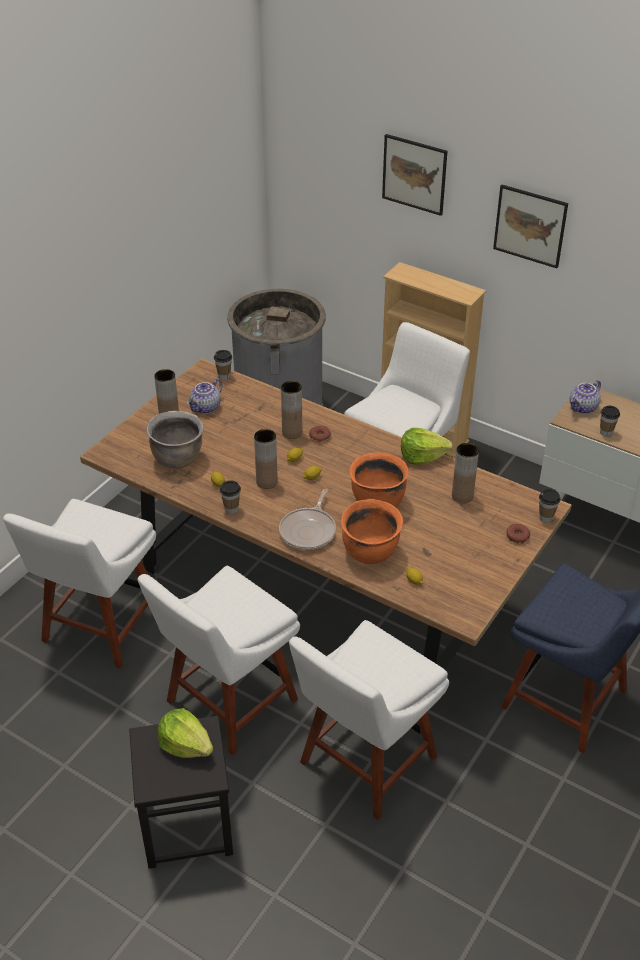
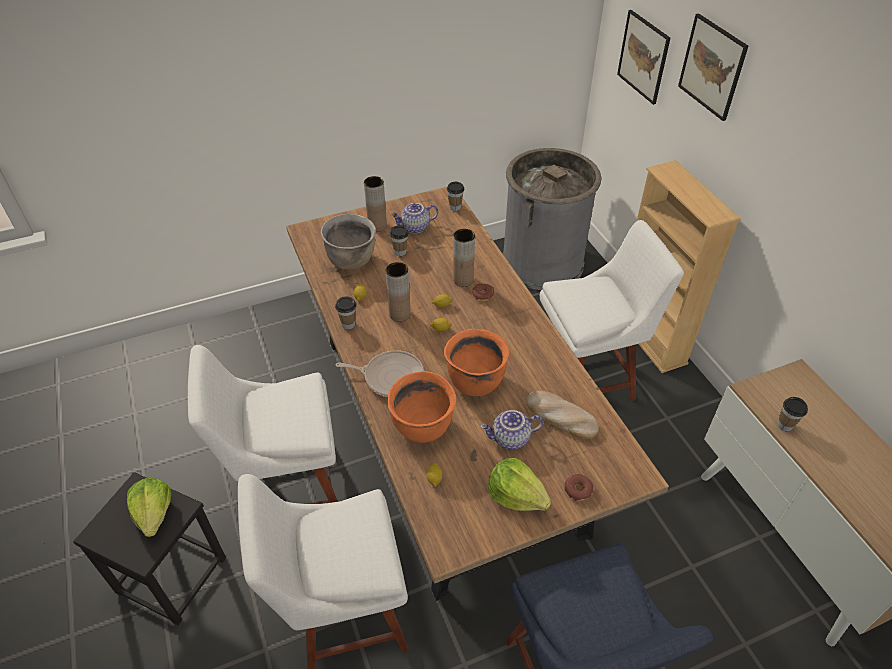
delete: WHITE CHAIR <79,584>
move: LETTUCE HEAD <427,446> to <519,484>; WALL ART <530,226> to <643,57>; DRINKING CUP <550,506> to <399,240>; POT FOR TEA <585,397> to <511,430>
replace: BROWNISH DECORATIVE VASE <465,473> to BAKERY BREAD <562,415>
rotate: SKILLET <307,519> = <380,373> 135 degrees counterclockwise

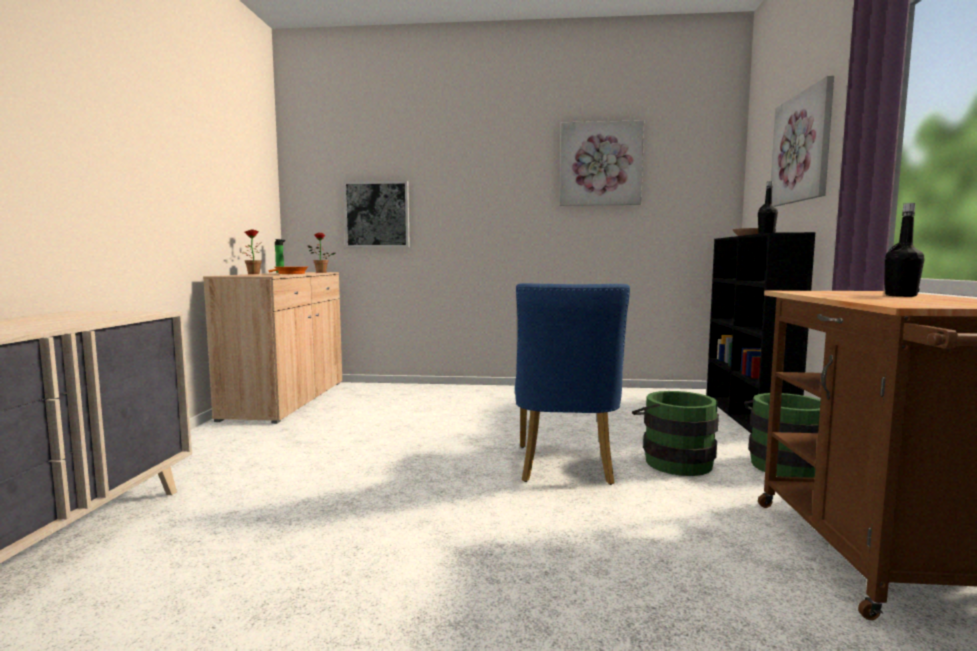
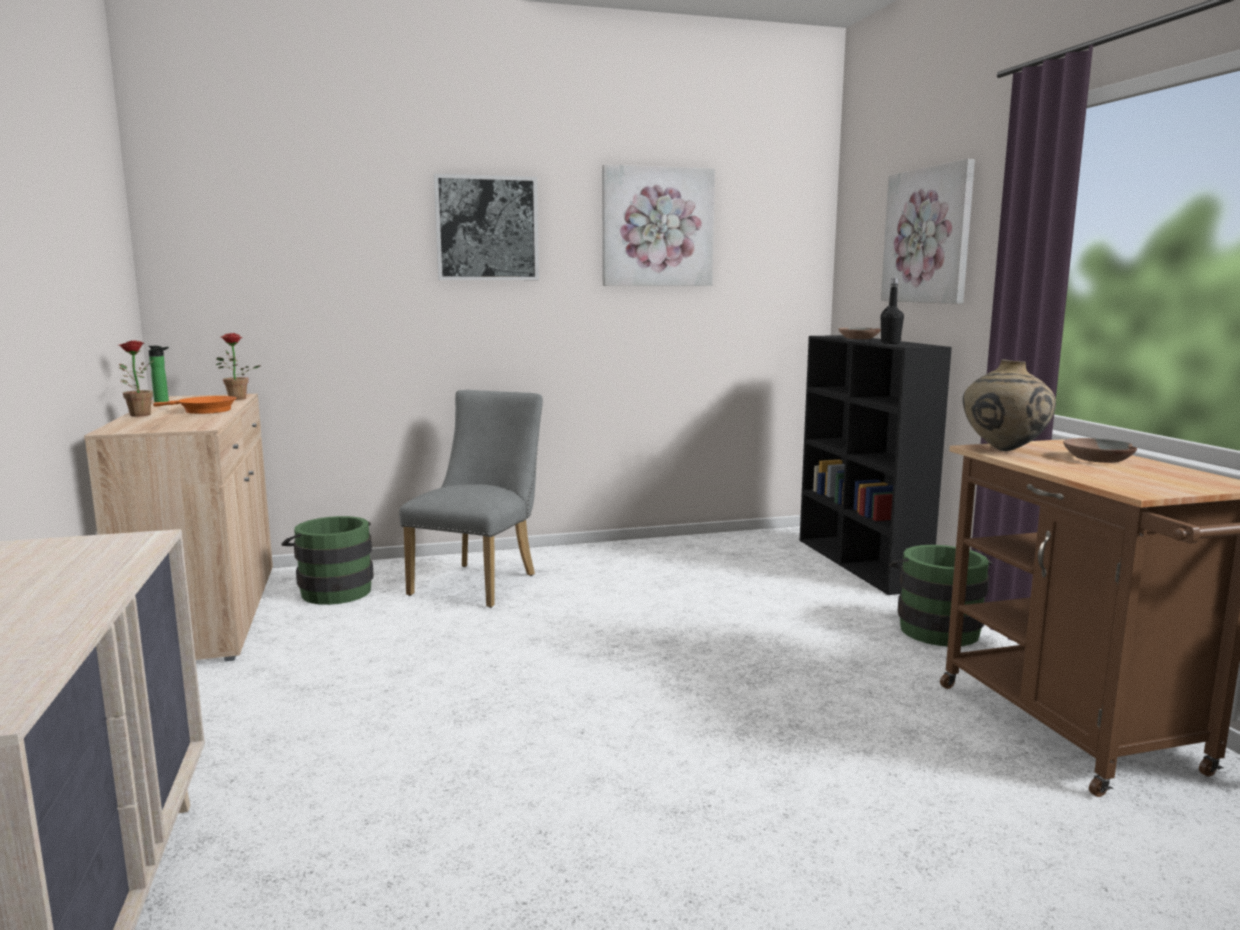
delete: BLUE CHAIR <572,384>
insert: GREY CHAIR <471,499>; SAND-COLOURED DECORATIVE VASE <1009,405>
move: WALL ART <376,214> to <486,227>; GREENISH PAIL <675,433> to <327,560>
replace: BLACKISH DRINK BOTTLE <905,250> to BROWNISH SERVING BOWL <1100,450>

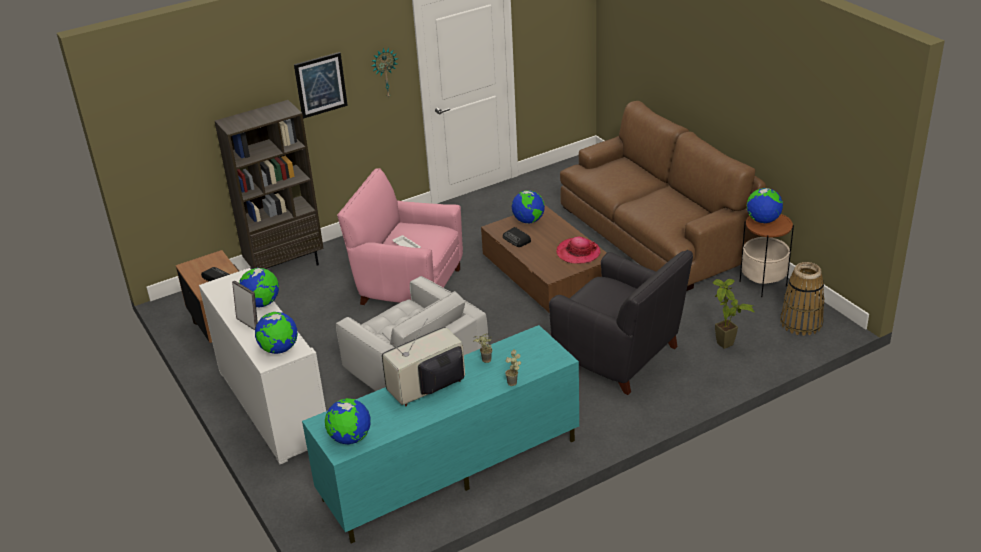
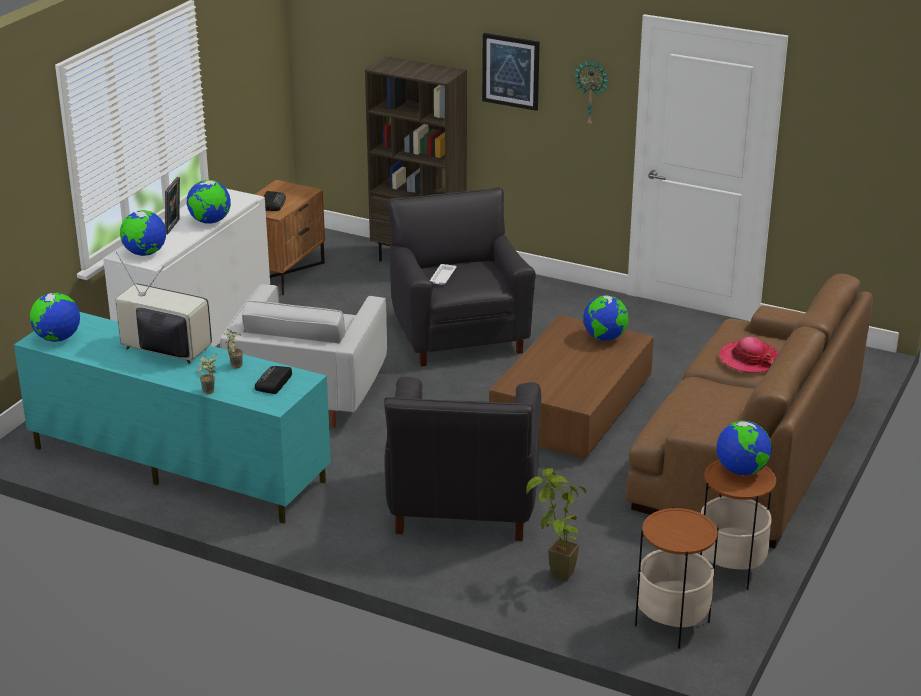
move: RADIO SET <517,237> to <273,380>; HAT <578,250> to <749,355>
replace: HOUSEHOLD BASKET <802,299> to ACCENT TABLE <677,578>
recolor: PINK EASY CHAIR <400,236> to BLACKISH EASY CHAIR <462,276>

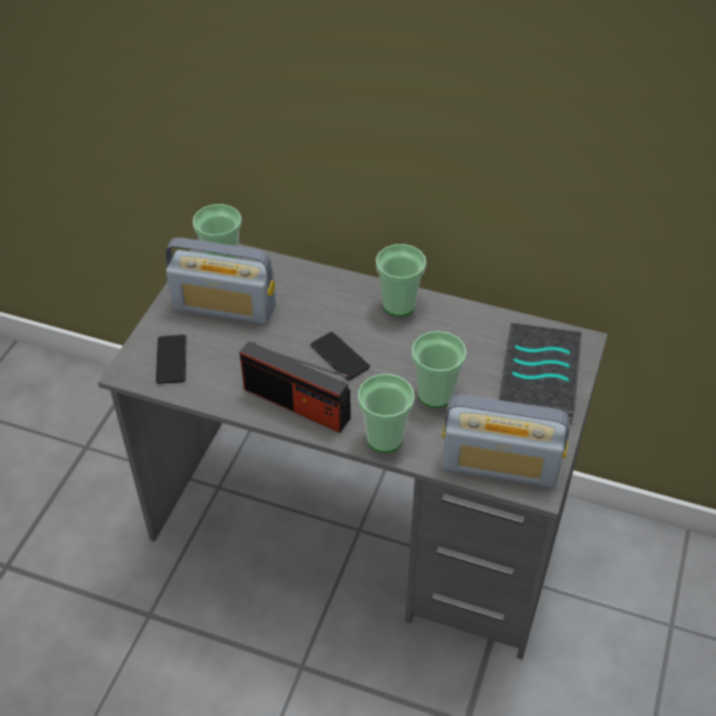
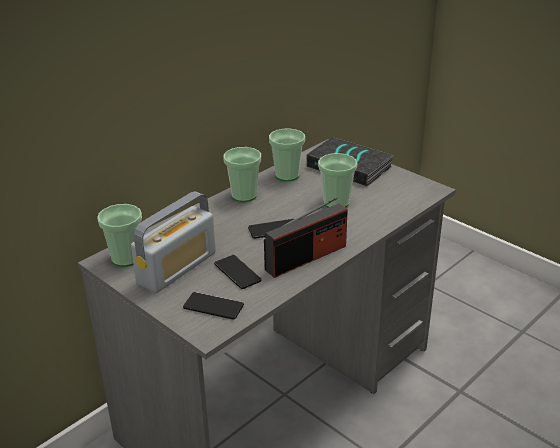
delete: RADIO SET <506,441>
insert: HANDSET <238,272>
move: DRINKING CUP <386,413> to <287,154>

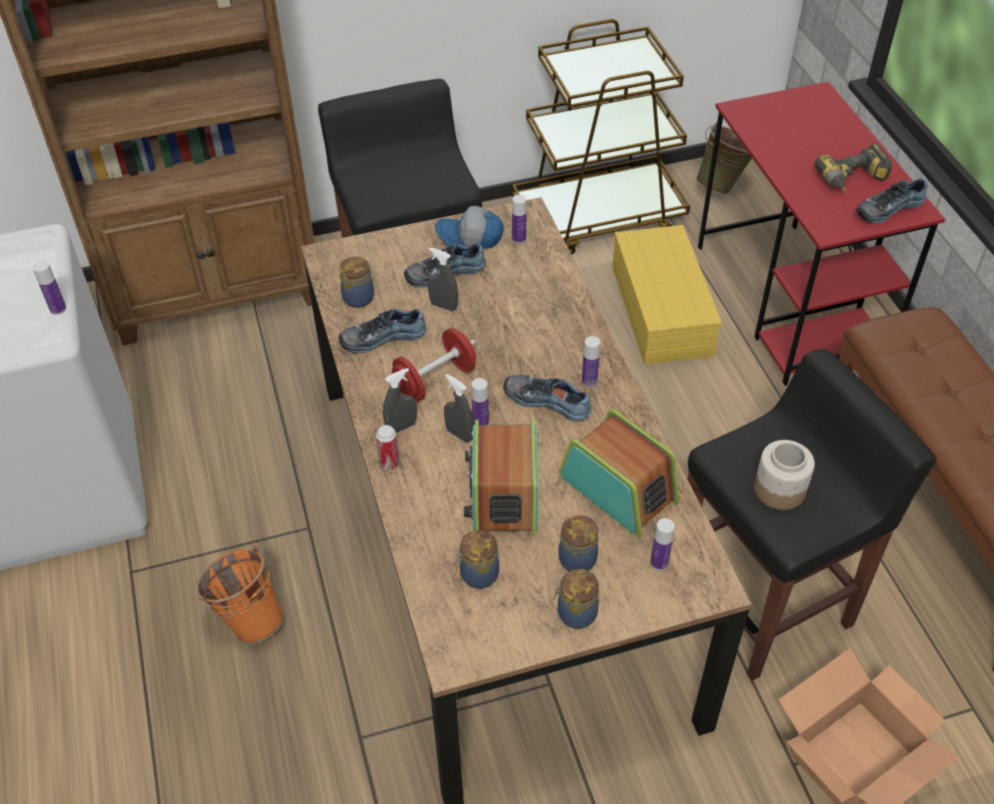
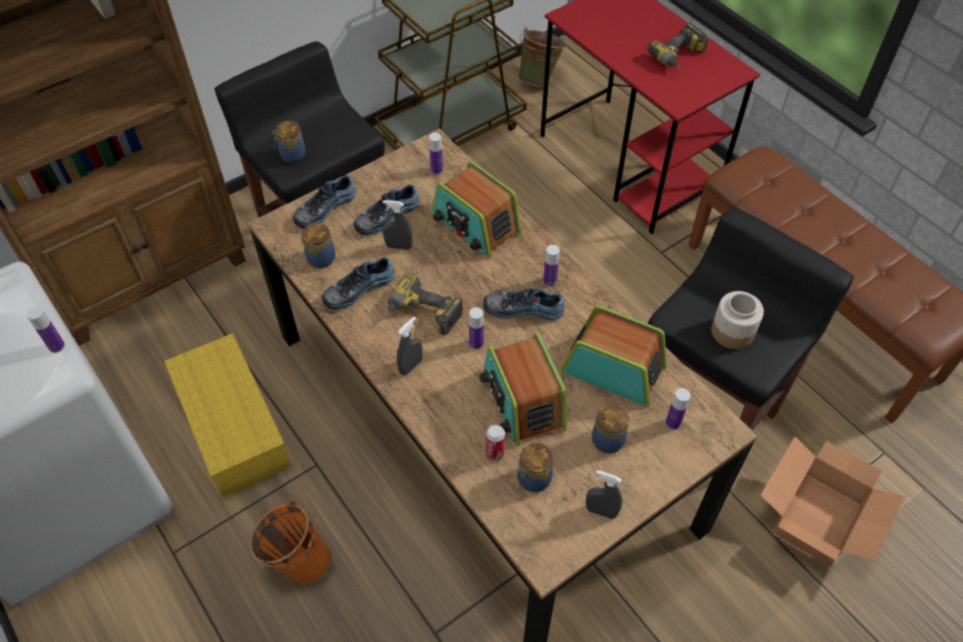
delete: PEAKED CAP <469,227>
insert: RADIO SET <477,209>
move: SEALED CAN <387,447> to <495,443>; GREY SPRAY BOTTLE <459,408> to <604,494>; JAR <576,599> to <289,142>; YELLOW-COLOURED STORAGE BOX <667,295> to <227,415>; SHOE <892,200> to <324,201>
replace: RED-COLOURED HAND WEIGHT <434,365> to POWER DRILL <423,304>

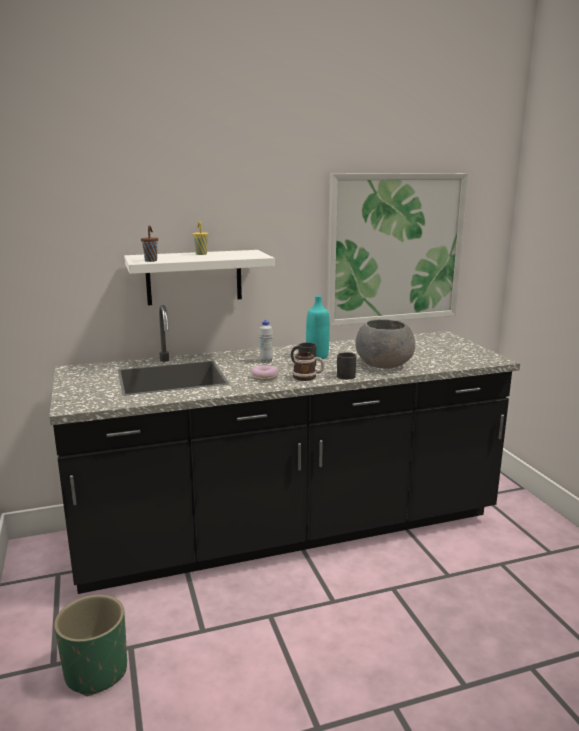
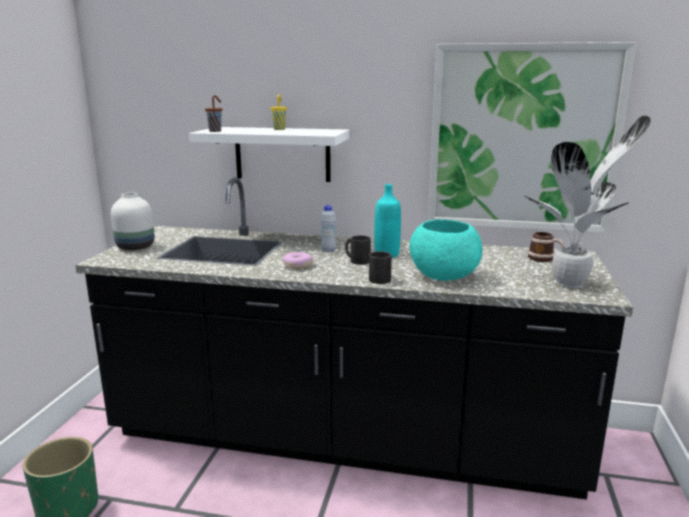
insert: WHITE DECORATIVE VASE <133,221>; POTTED PLANT <587,202>
move: MUG <308,366> to <546,247>
recolor: GREY SERVING BOWL <385,344> to TURQUOISE SERVING BOWL <446,250>

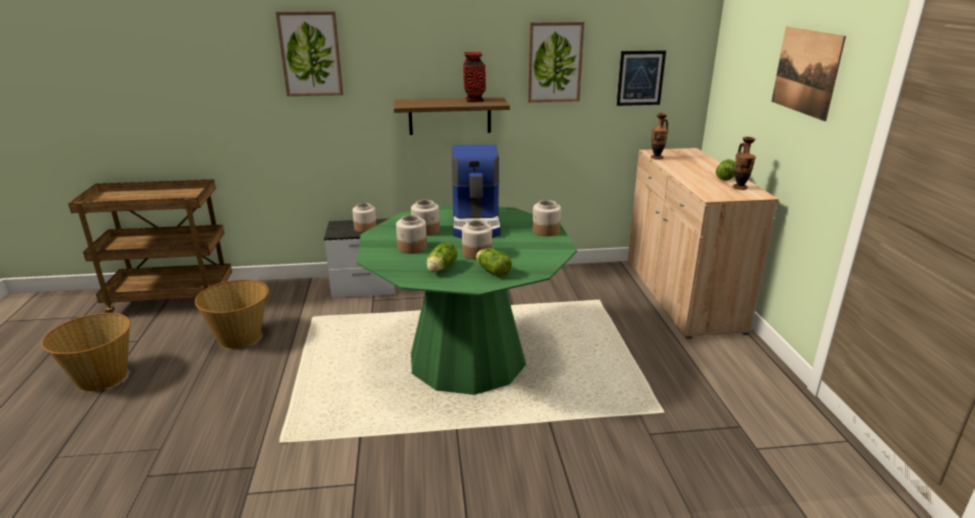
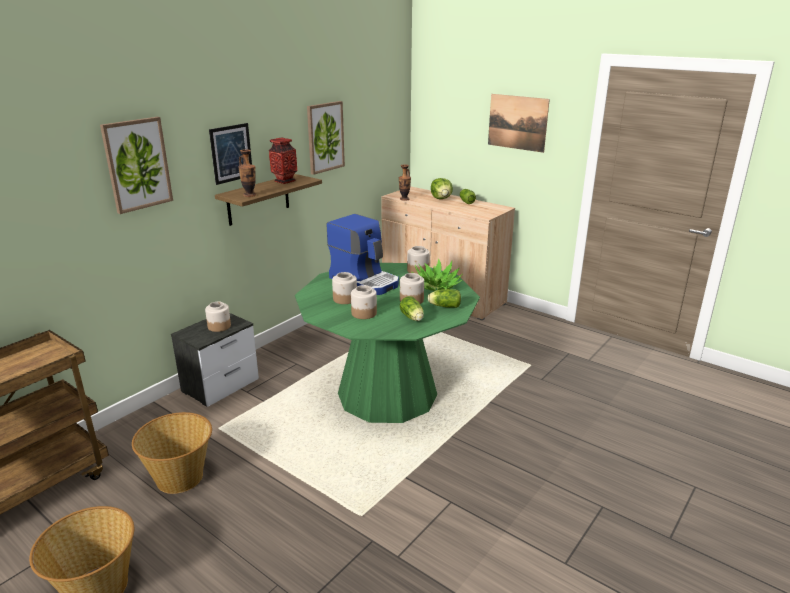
insert: POTTED PLANT <436,275>; LETTUCE HEAD <442,188>
move: WALL ART <641,78> to <230,154>; DECORATIVE VASE <744,163> to <247,173>

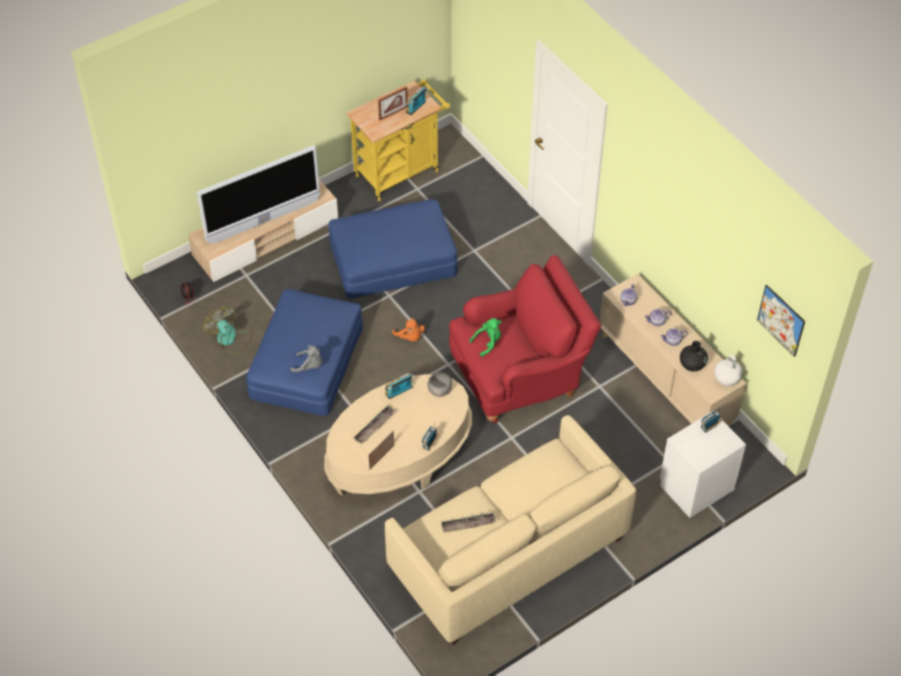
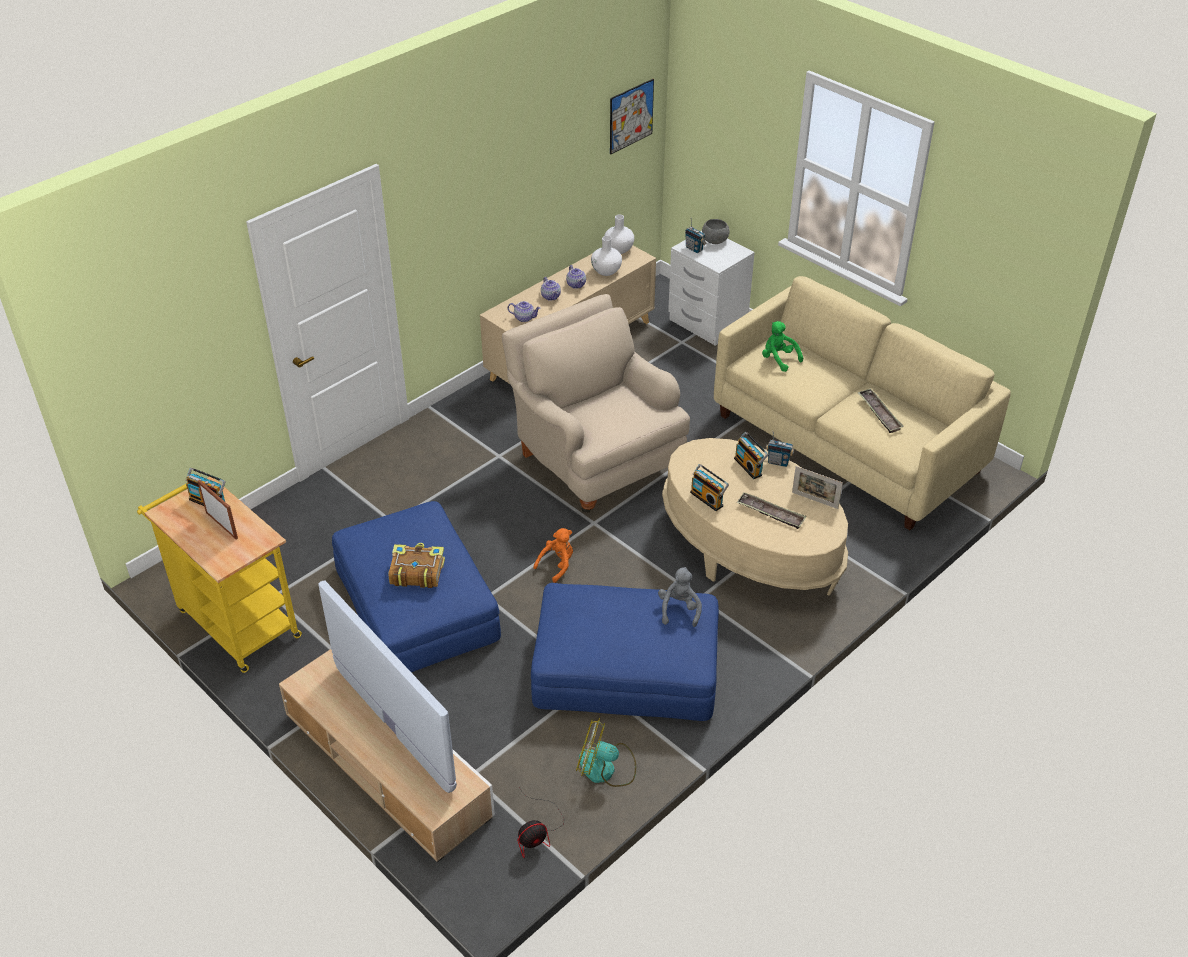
insert: VOLUME <416,565>; RADIO SET <751,455>
move: GREY SERVING BOWL <440,385> to <716,231>; GREENISH SOFT TOY <485,337> to <782,346>
recolor: RED-COLOURED EASY CHAIR <525,339> to SAND-COLOURED EASY CHAIR <596,403>; BLACKISH DECORATIVE VASE <694,356> to WHITE DECORATIVE VASE <606,256>
rotate: FAN <227,330> = <606,752> 60 degrees clockwise

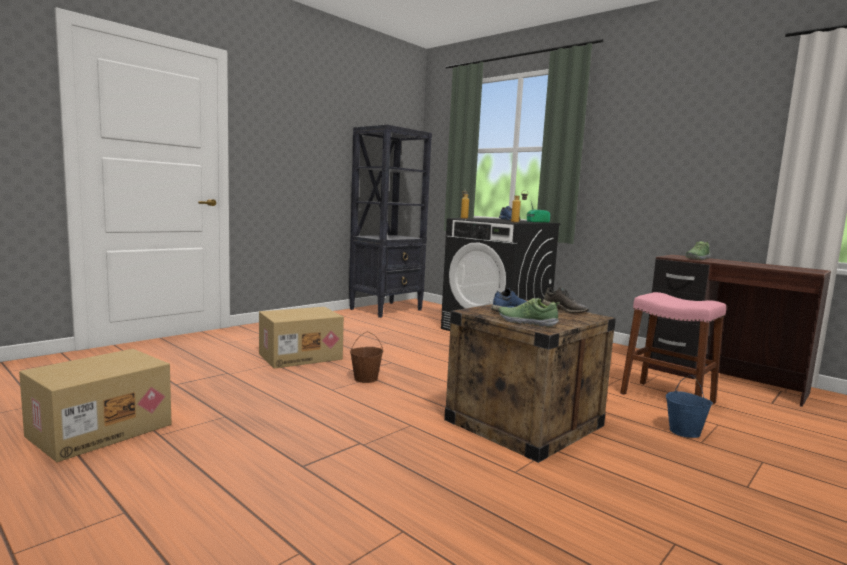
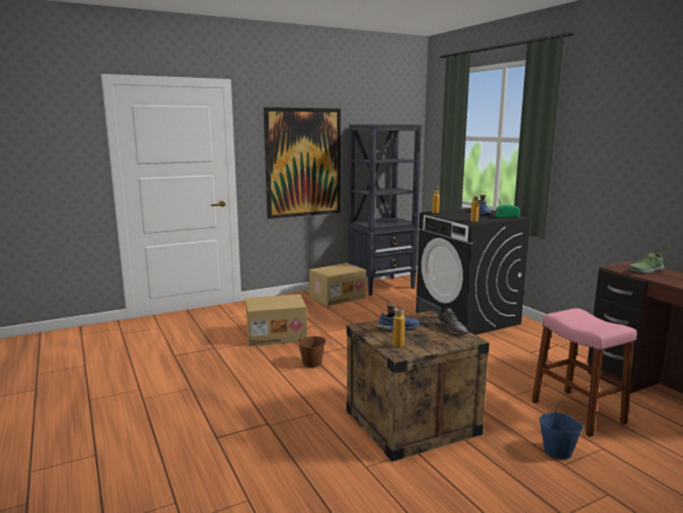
insert: WALL ART <302,163>
move: CARTON <95,405> to <337,284>
replace: SHOE <528,312> to DRINK BOTTLE <396,323>

